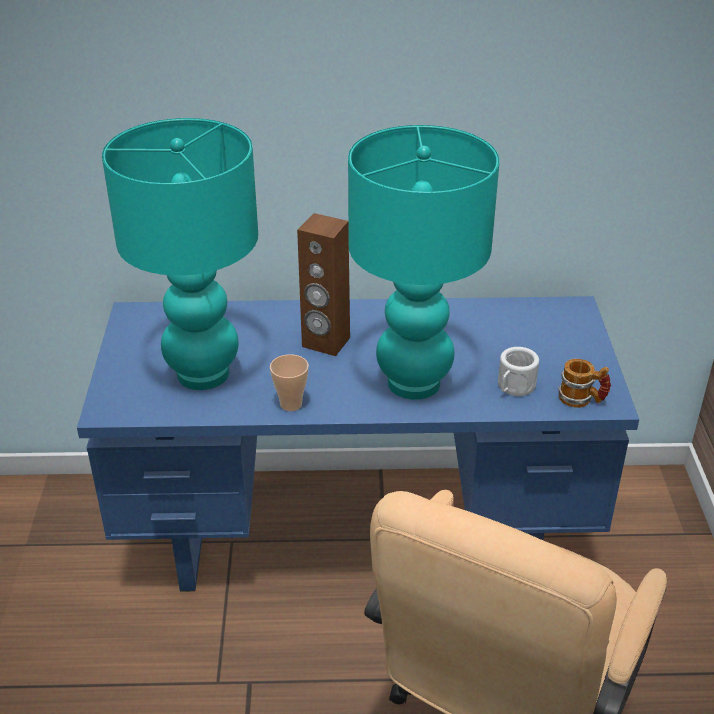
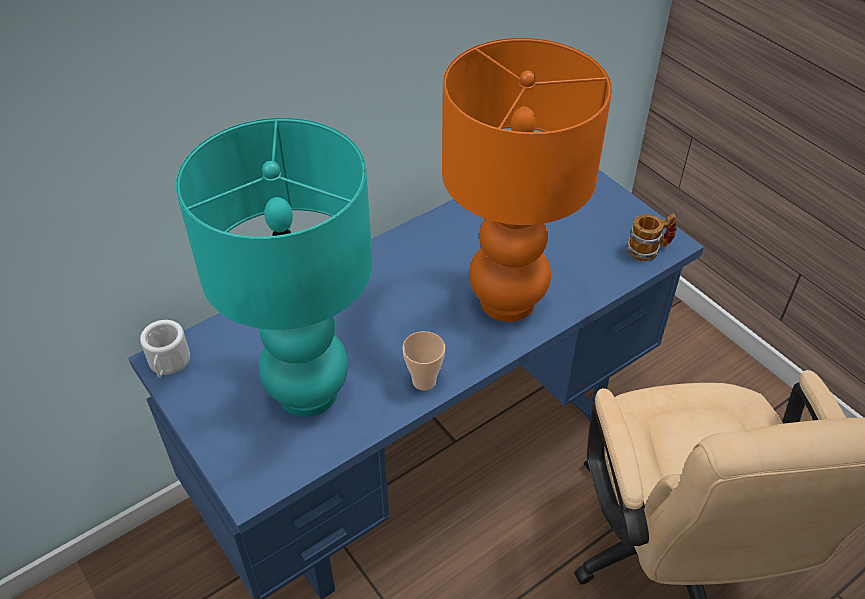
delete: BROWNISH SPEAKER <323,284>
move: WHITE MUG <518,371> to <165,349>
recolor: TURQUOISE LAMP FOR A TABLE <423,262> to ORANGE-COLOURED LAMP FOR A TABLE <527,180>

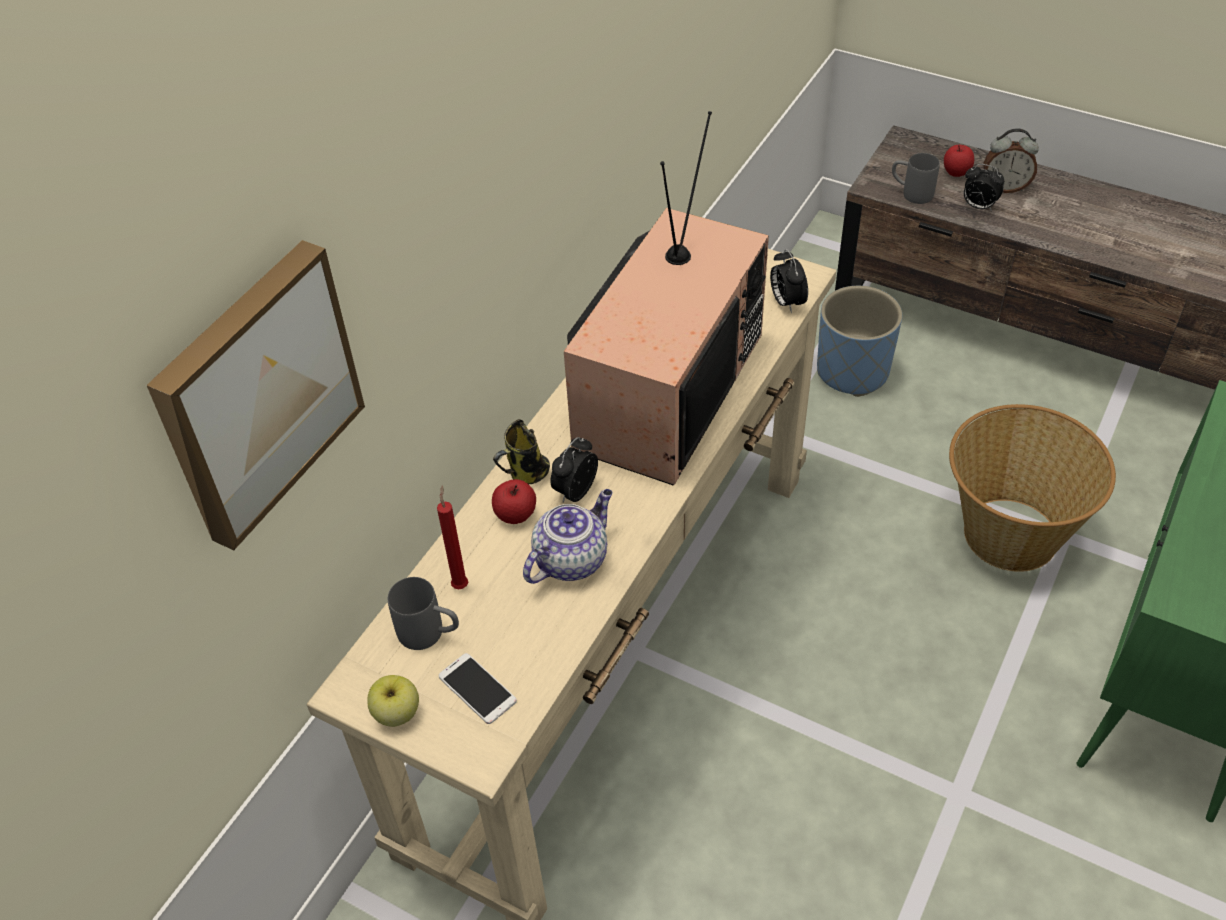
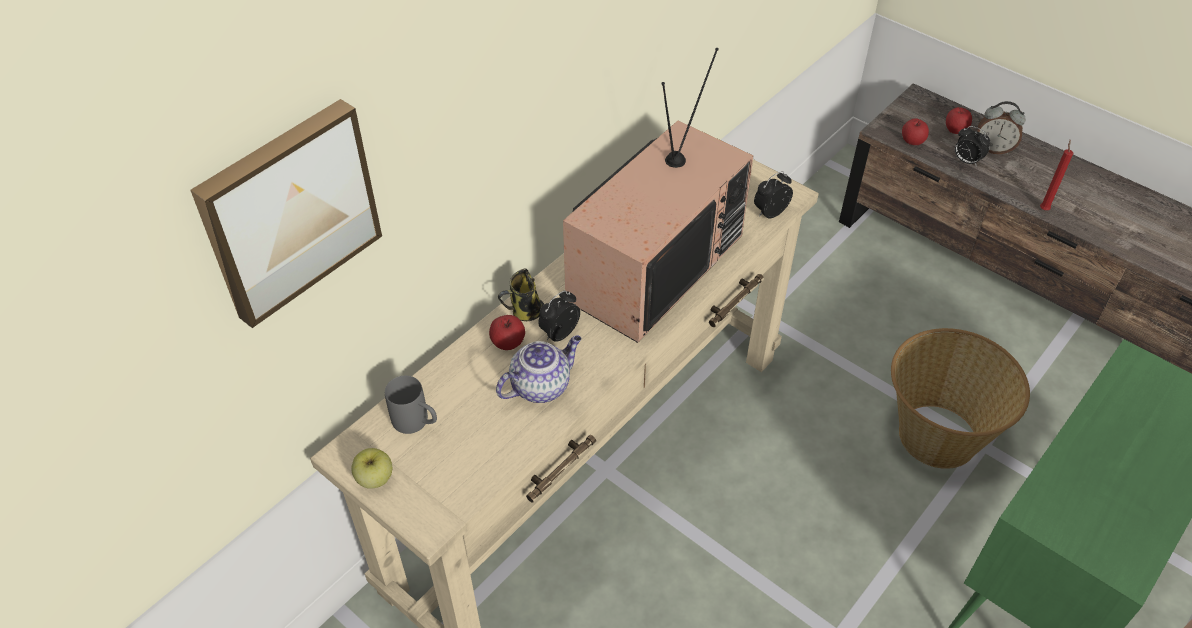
delete: HANDSET <478,688>; BLUE FLOWER POT <859,341>
move: RED-COLOURED CANDLE <452,537> to <1056,175>
replace: GREY MUG <916,178> to WHOLE APPLE <915,131>
rotate: BEDSIDE CLOCK <789,281> = <773,194> 60 degrees clockwise

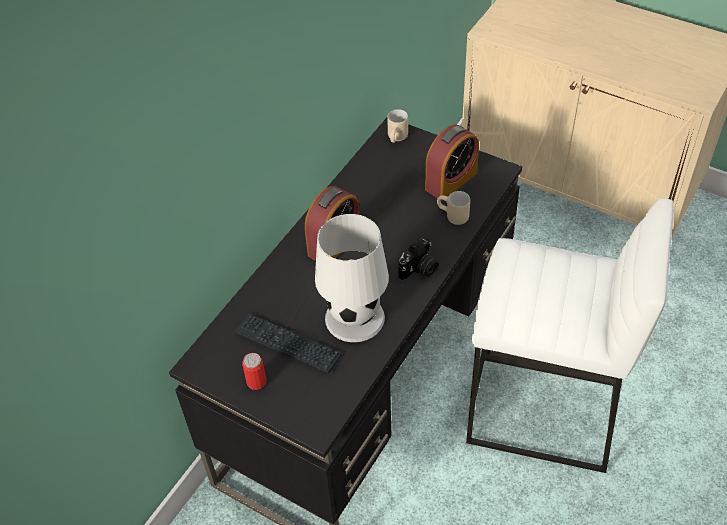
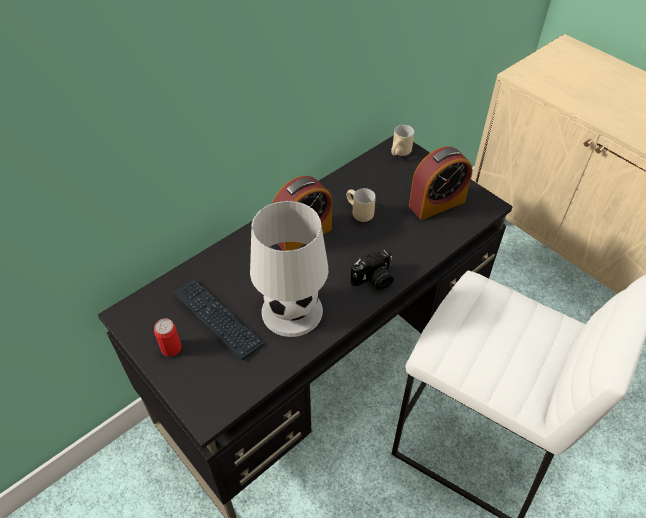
move: SAND-COLOURED MUG <453,208> to <361,205>

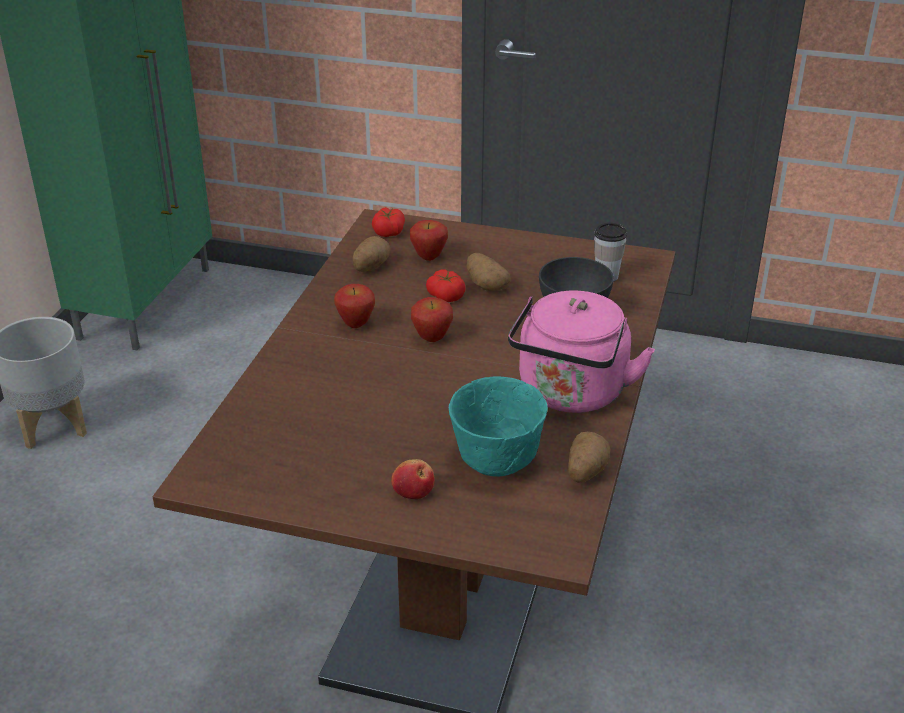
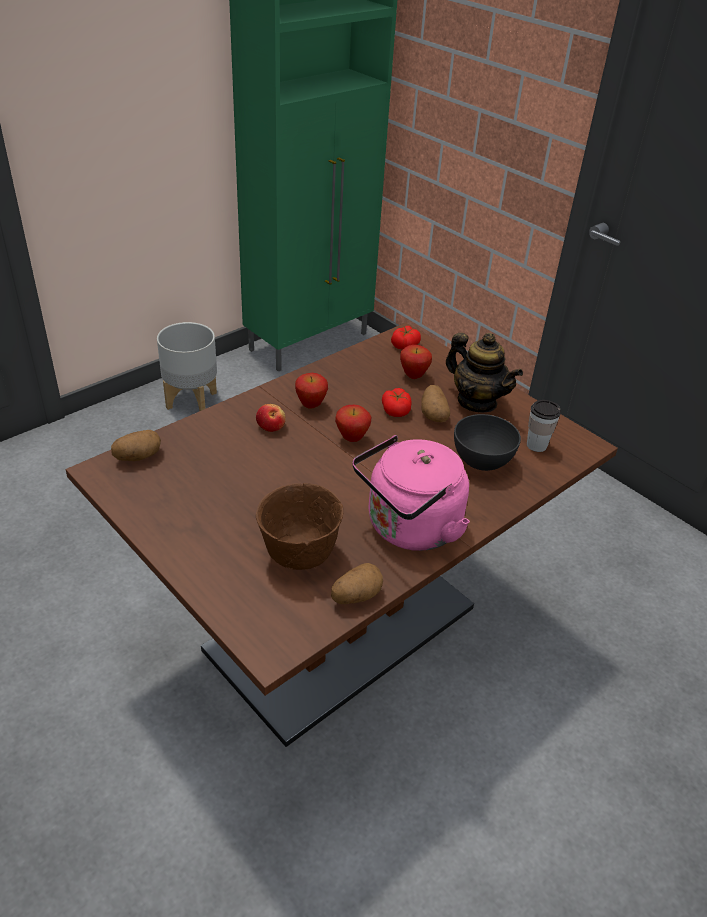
insert: POT FOR TEA <484,372>
move: SPUD <372,254> to <136,445>; WHOLE APPLE <413,479> to <271,418>
recolor: TURQUOISE SERVING BOWL <498,426> to BROWNISH SERVING BOWL <299,526>

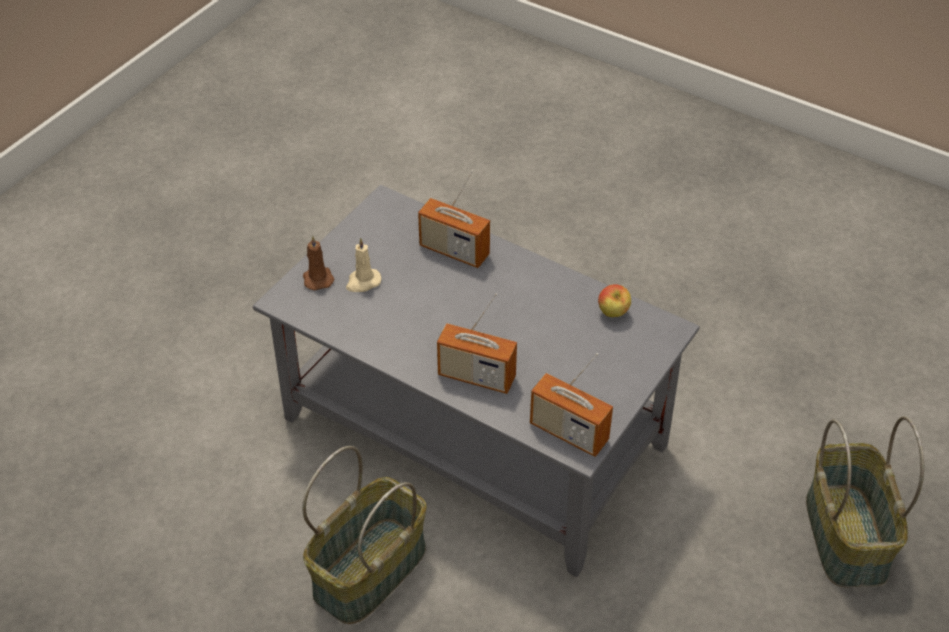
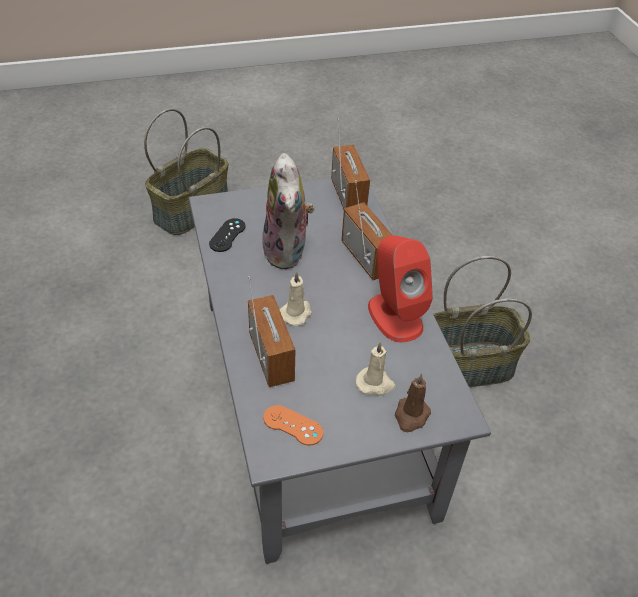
insert: SOFT TOY <288,211>; ORANGE-COLOURED GAME CONTROLLER <293,425>; SAND-COLOURED CANDLE <296,299>; RED-COLOURED SPEAKER <400,289>
replace: WHOLE APPLE <614,301> to BLACKISH GAME CONTROLLER <227,235>

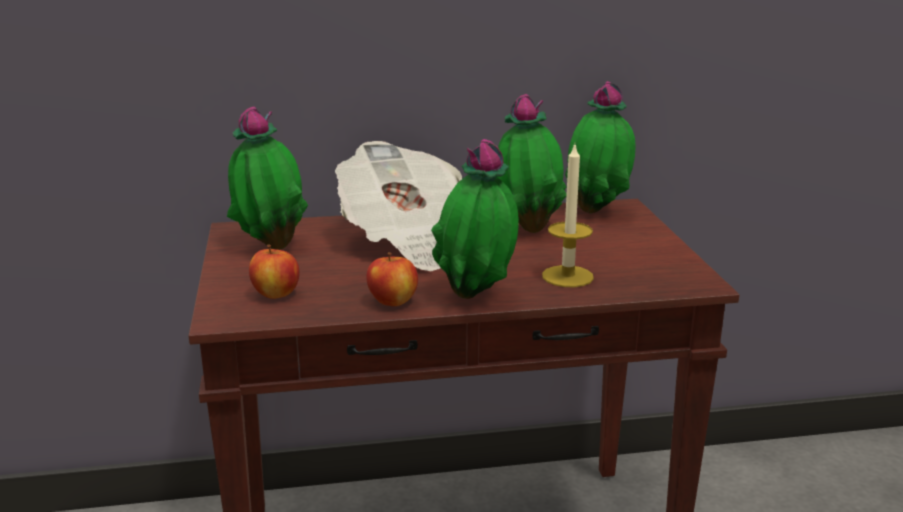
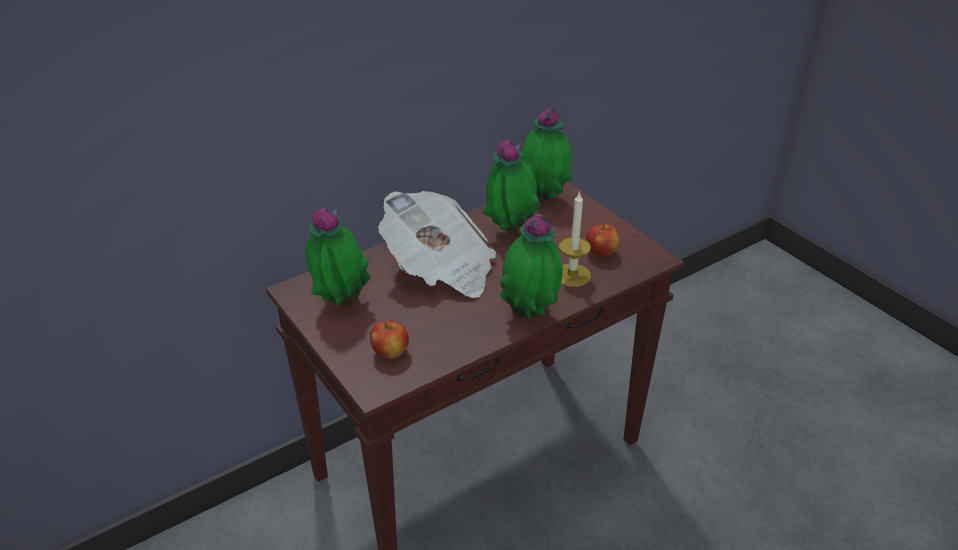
move: WHOLE APPLE <392,279> to <603,240>

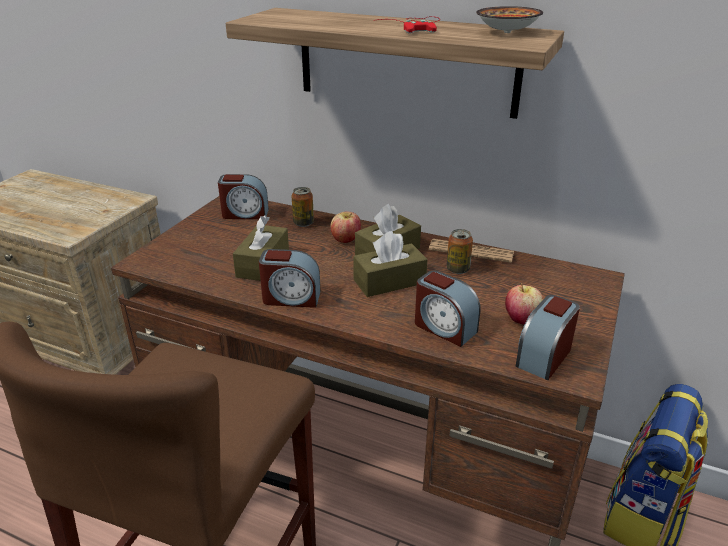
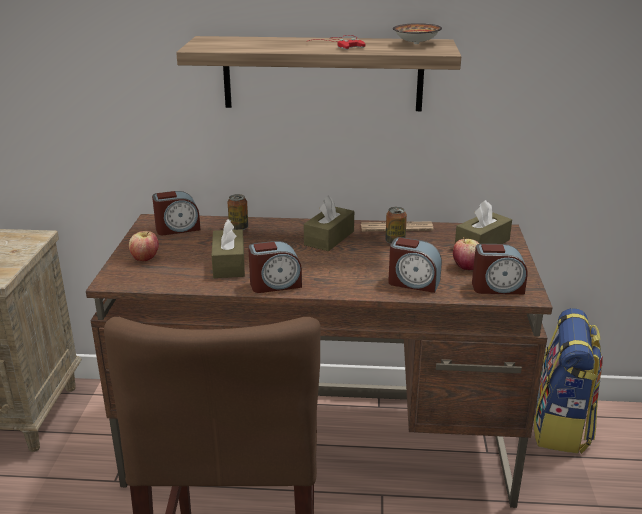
move: WHOLE APPLE <346,227> to <144,246>; BROWNISH TISSUE HOLDER <390,264> to <483,222>
rotate: BEDSIDE CLOCK <548,337> = <500,269> 105 degrees counterclockwise

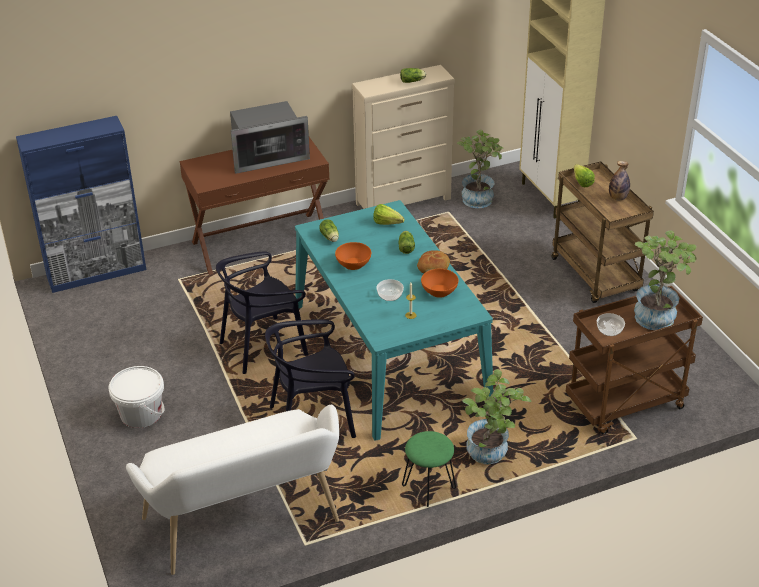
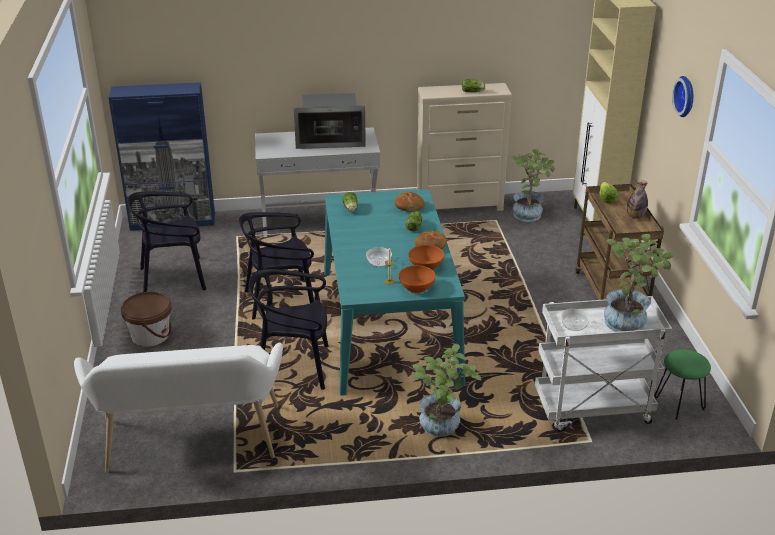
insert: BLACKISH CHAIR <167,242>; WALL CLOCK <682,96>
move: ORANGE-COLOURED SERVING BOWL <353,256> to <417,279>; GREENISH STOOL SEAT <429,469> to <682,384>
replace: LETTUCE HEAD <389,214> to BAKERY BREAD <409,202>
recolor: WHITE PAIL <136,397> to BROWNISH PAIL <146,319>; BROWNISH NARROW TABLE <255,206> to WHITE NARROW TABLE <317,182>; BROWNISH CART <634,360> to WHITE CART <603,364>

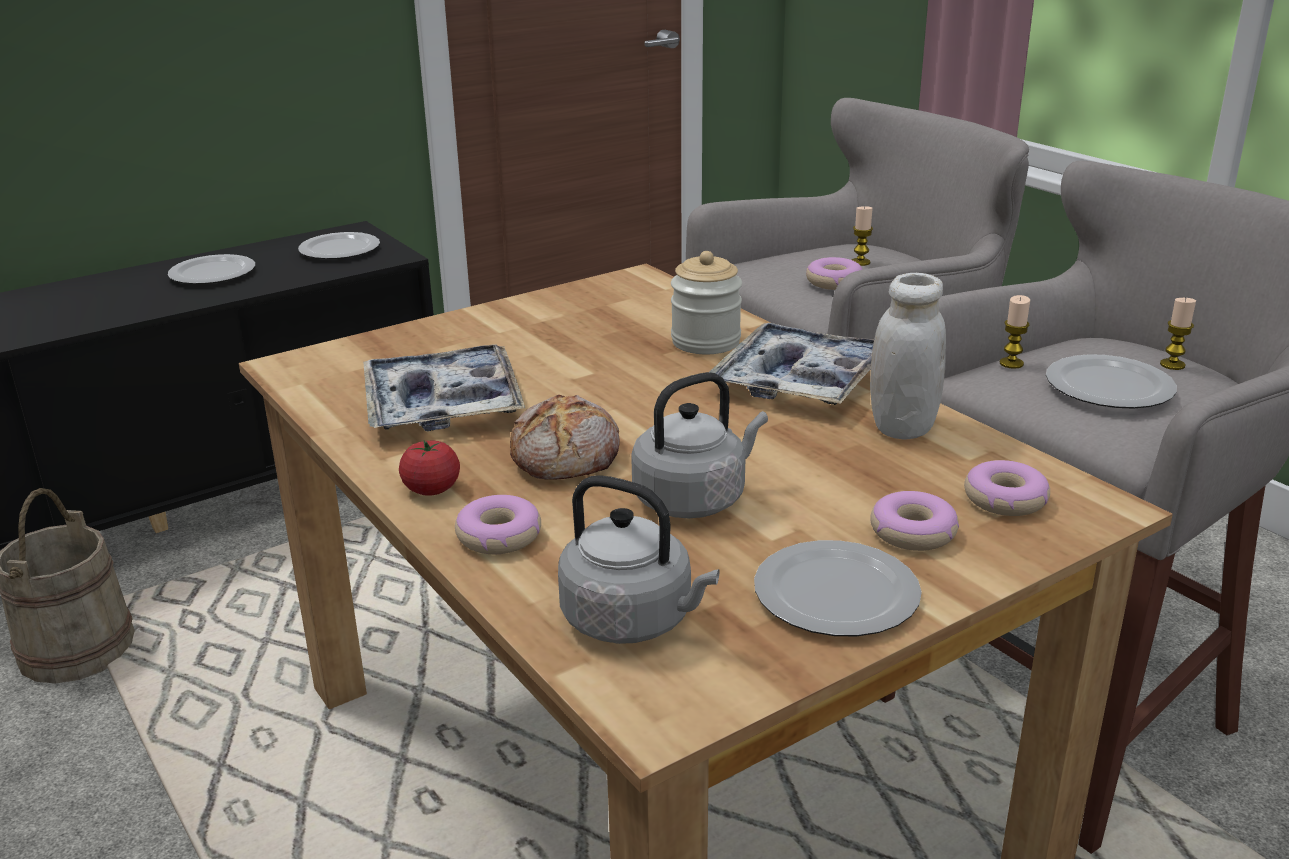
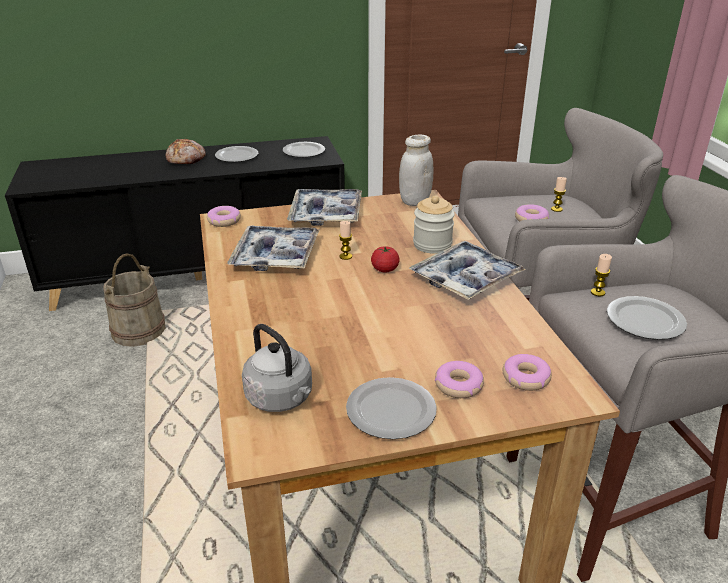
delete: GREY WATER KETTLE <699,445>
insert: TRAY <324,207>
move: TOMATO <429,468> to <385,260>; DONUT <498,524> to <224,216>; BAKERY BREAD <565,437> to <185,151>; WHITE JAR <908,356> to <416,170>; CANDLE <1178,334> to <345,240>

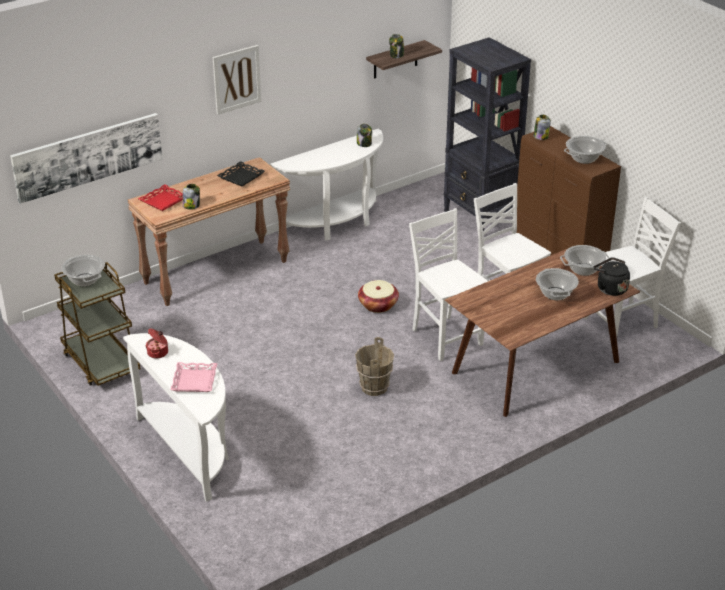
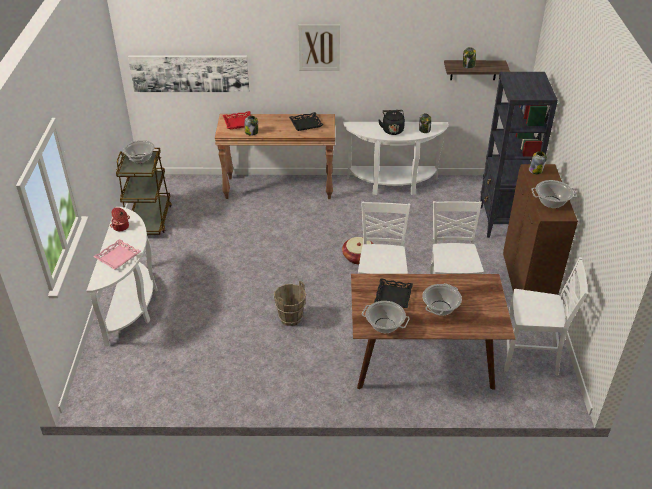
insert: BLACKISH TRAY <393,293>
move: COOKING POT <584,260> to <386,317>; BLACKISH WATER KETTLE <611,276> to <392,122>

